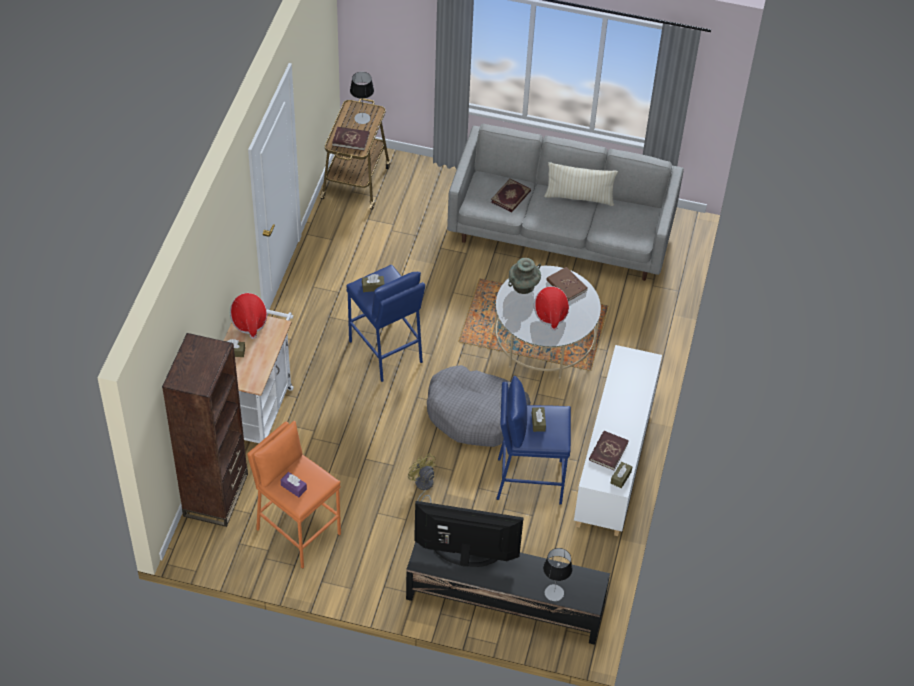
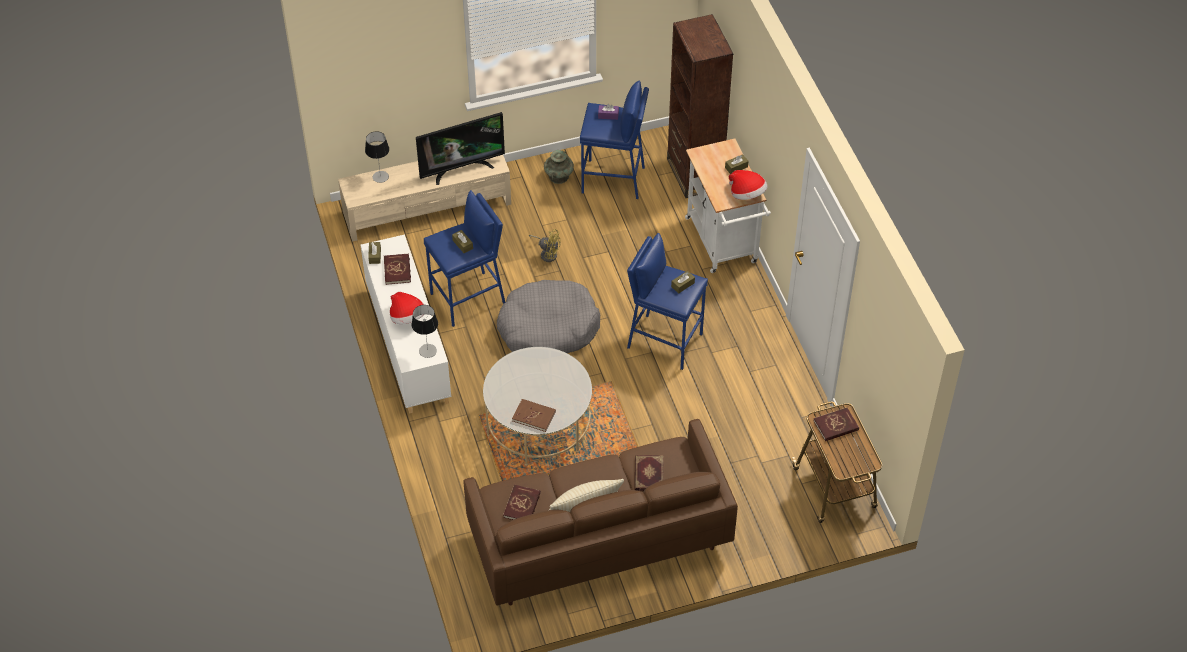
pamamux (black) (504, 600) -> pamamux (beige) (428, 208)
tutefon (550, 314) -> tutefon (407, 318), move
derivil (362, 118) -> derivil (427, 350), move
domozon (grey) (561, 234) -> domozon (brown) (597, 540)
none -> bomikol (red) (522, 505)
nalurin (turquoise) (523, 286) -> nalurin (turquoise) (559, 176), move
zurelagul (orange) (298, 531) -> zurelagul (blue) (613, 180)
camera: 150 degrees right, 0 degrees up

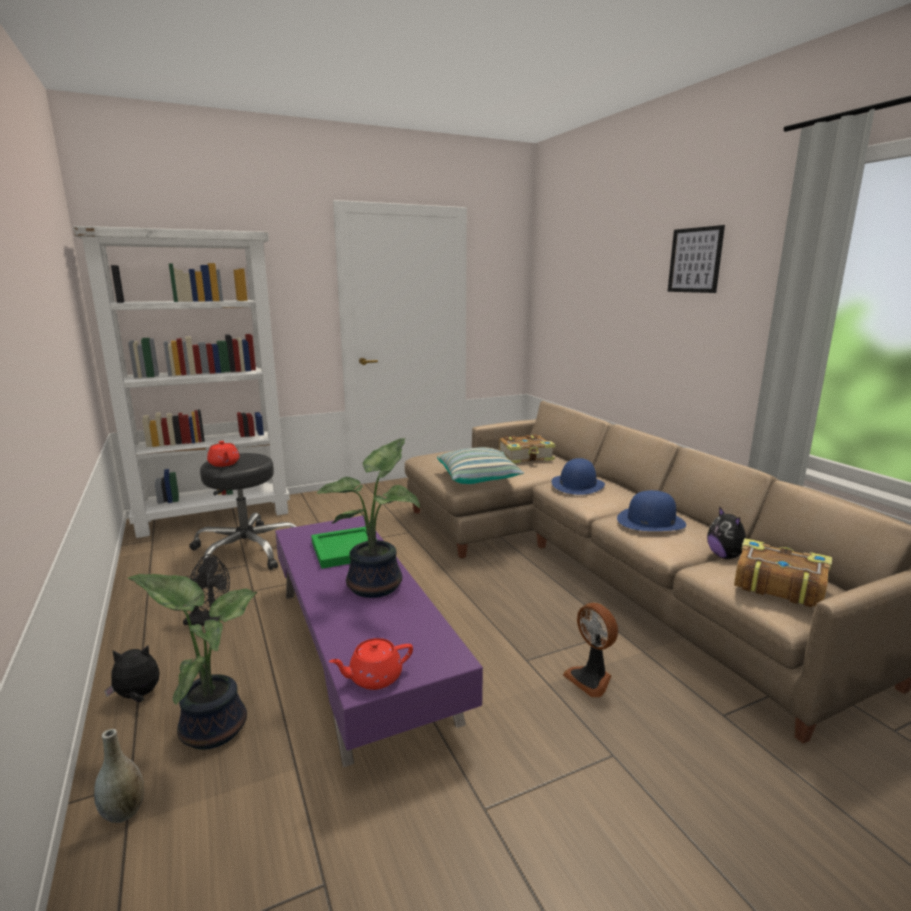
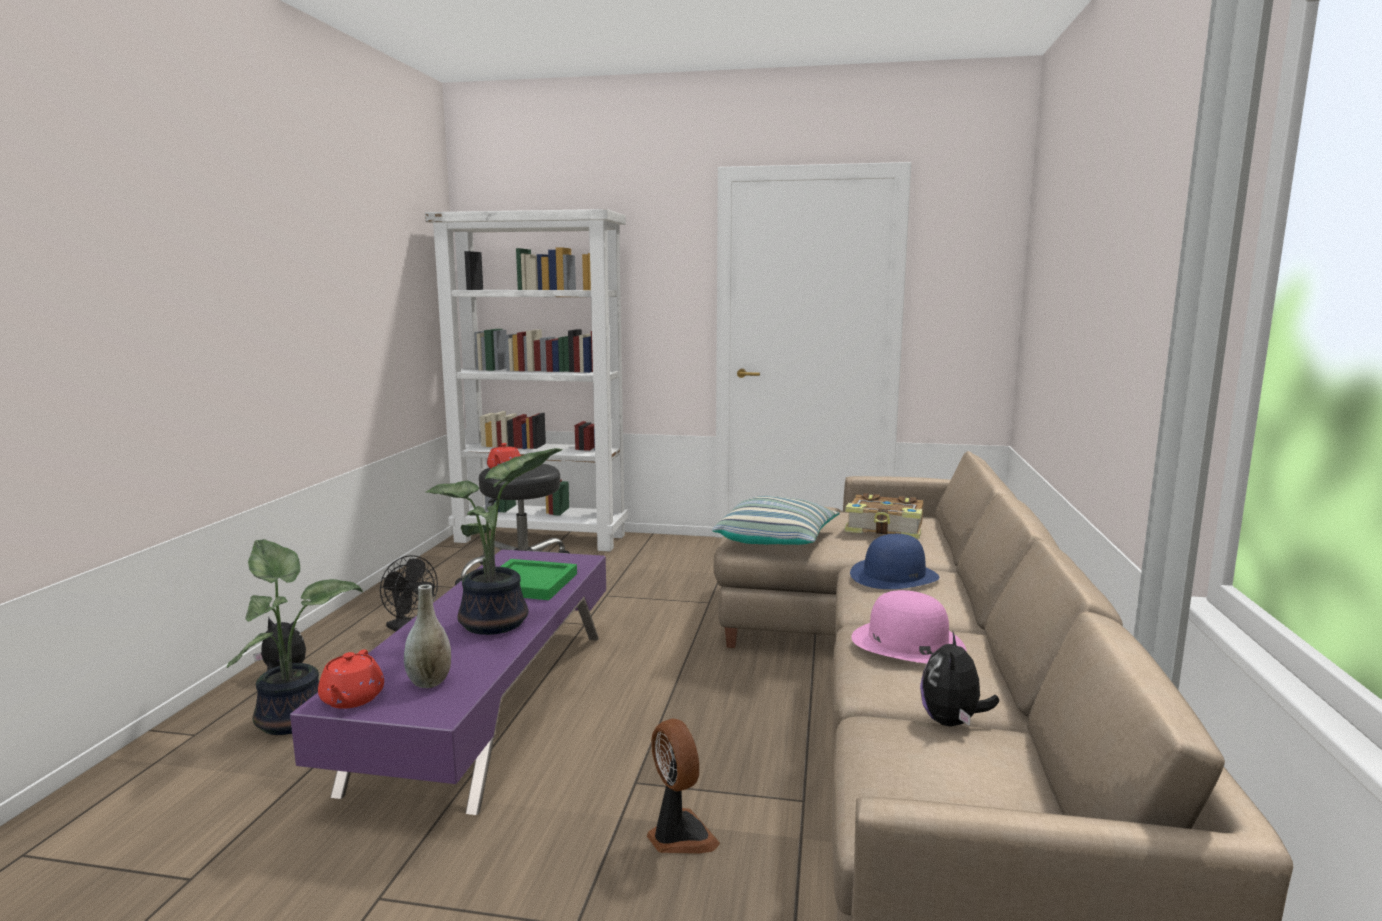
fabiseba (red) (374, 678) -> fabiseba (red) (351, 699), 105 degrees counterclockwise
nalurin (grey) (124, 812) -> nalurin (grey) (429, 682), move
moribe (591, 679) -> moribe (678, 836), 150 degrees clockwise
tutefon (blue) (650, 521) -> tutefon (pink) (907, 643)
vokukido (695, 260) -> none
bomikol (777, 584) -> none
camera: 35 degrees right, 5 degrees down

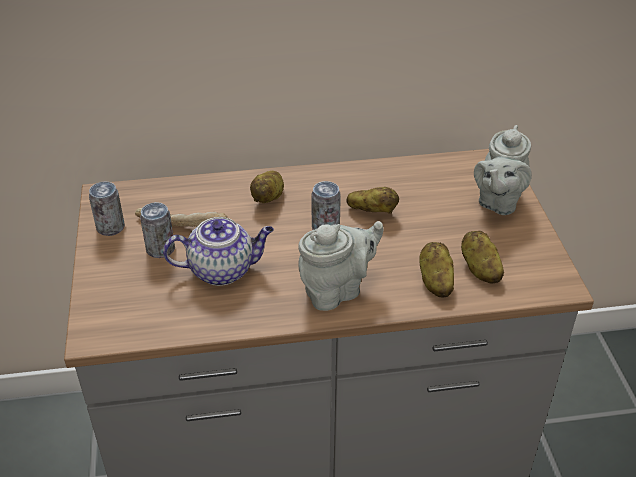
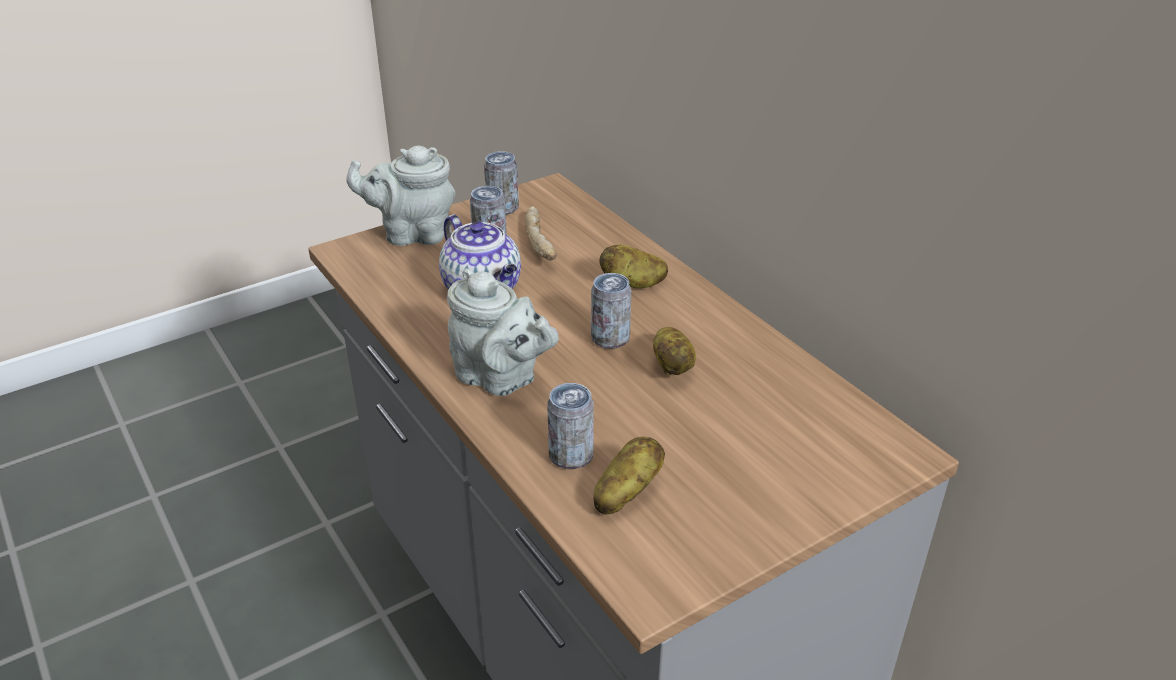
fabiseba (grey) (498, 202) -> fabiseba (grey) (412, 234), move
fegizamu (435, 281) -> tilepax (571, 456)
camera: 65 degrees right, 5 degrees down

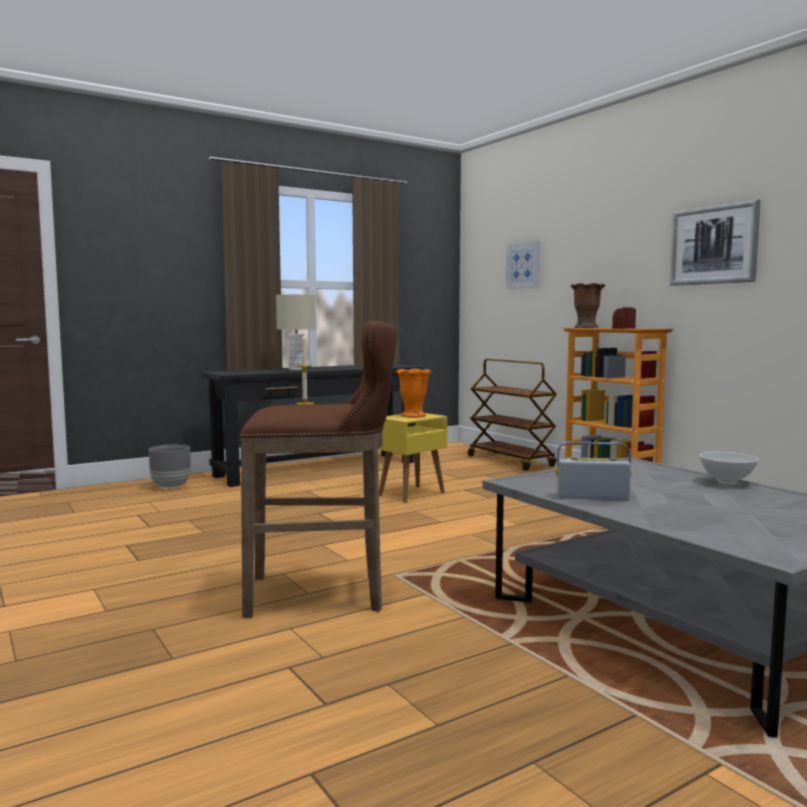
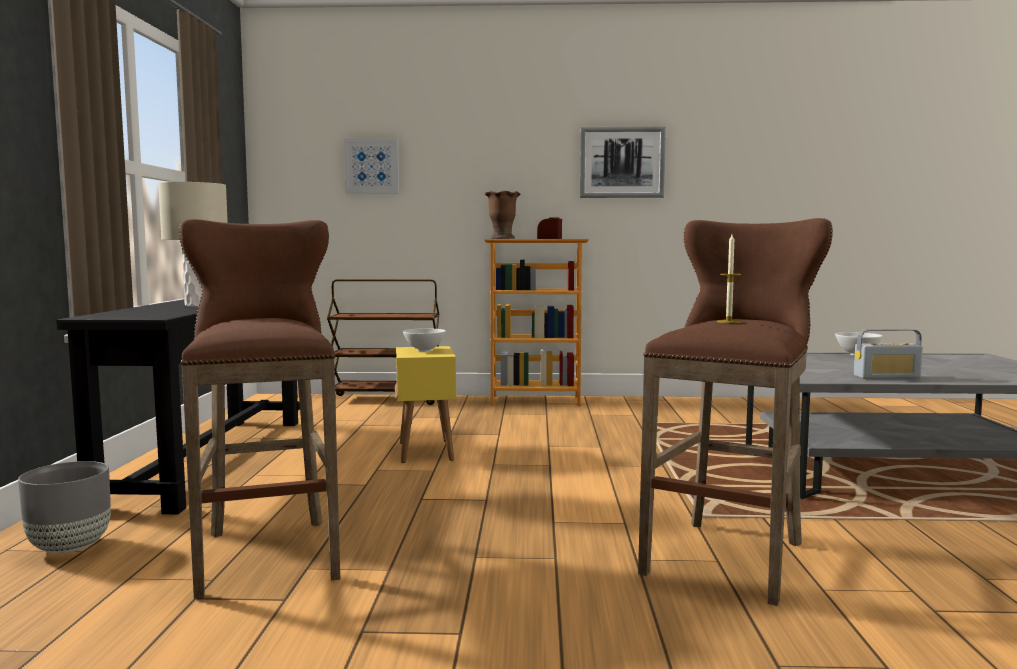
none -> zurelagul (brown) (267, 552)
nalurin (orange) (413, 416) -> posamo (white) (425, 350)
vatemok (592, 497) -> vatemok (886, 377), 135 degrees counterclockwise
camera: 55 degrees left, 0 degrees up

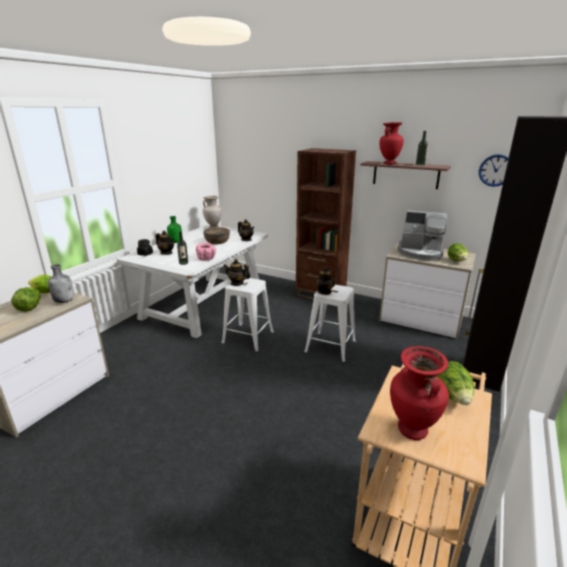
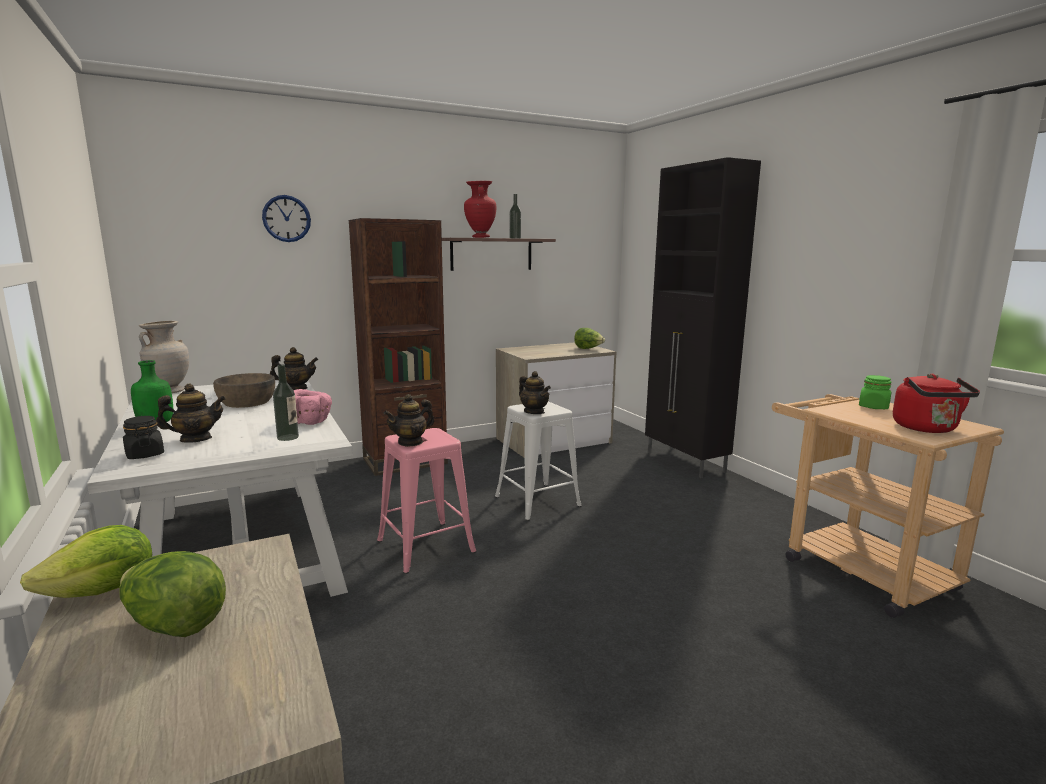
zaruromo (495, 170) -> zaruromo (286, 218), move
zurelagul (white) (248, 337) -> zurelagul (pink) (425, 546)
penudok (452, 397) -> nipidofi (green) (873, 407)
nalurin (red) (411, 430) -> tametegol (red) (927, 429)
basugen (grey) (65, 301) -> none
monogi (420, 253) -> none
camera: 55 degrees left, 10 degrees down

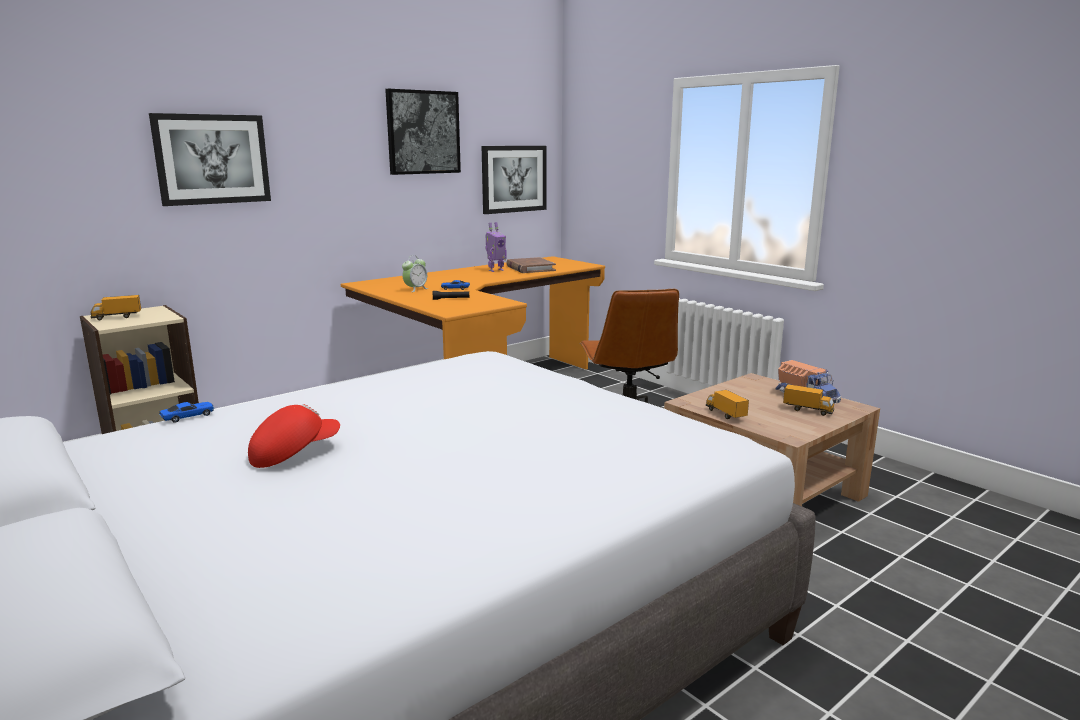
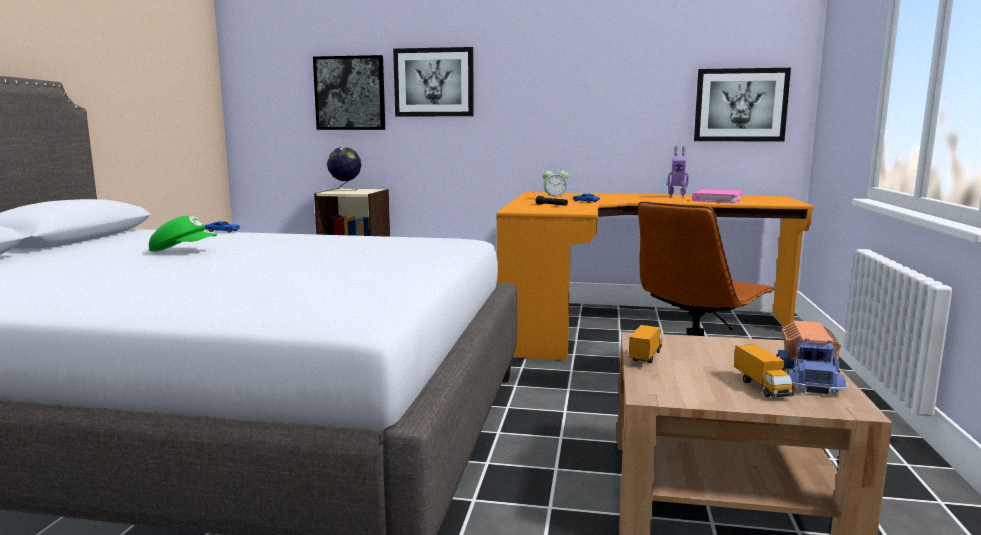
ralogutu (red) (294, 454) -> ralogutu (green) (184, 251)
vokukido (423, 132) -> vokukido (350, 93), move
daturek (117, 317) -> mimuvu (345, 190)
bomikol (brown) (530, 268) -> bomikol (pink) (717, 199)
camera: 50 degrees right, 5 degrees down

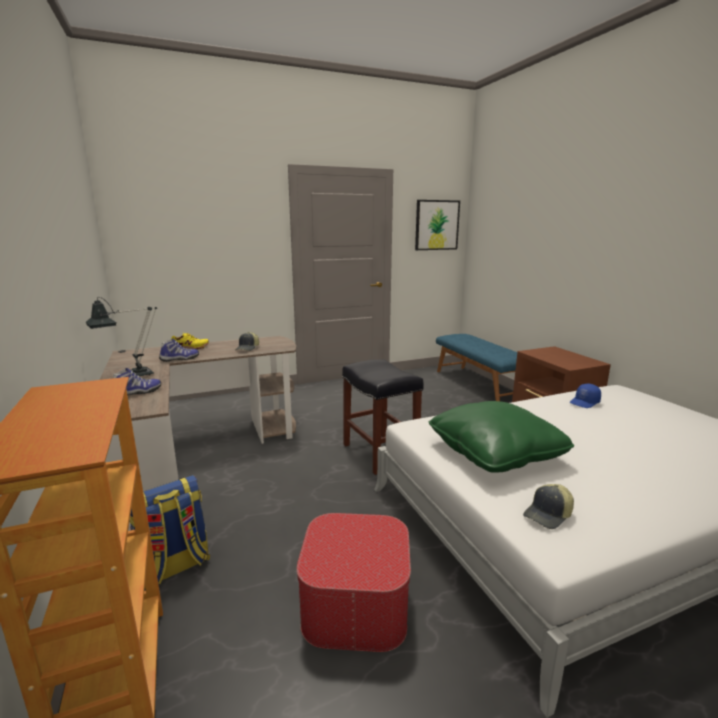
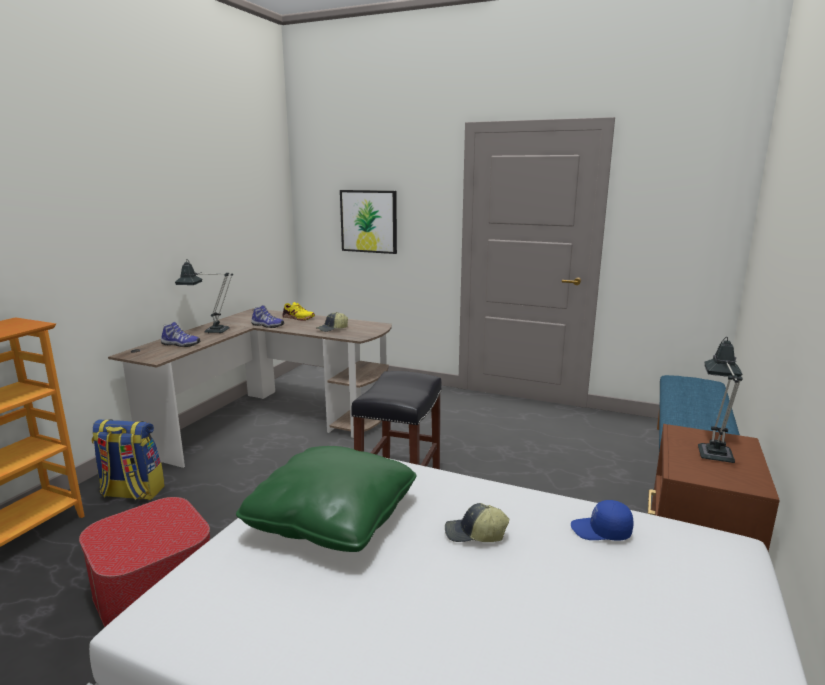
vokukido (436, 225) -> vokukido (369, 221), move
ralogutu (549, 515) -> ralogutu (475, 534), move
none -> derivil (714, 451)
camera: 45 degrees right, 0 degrees up

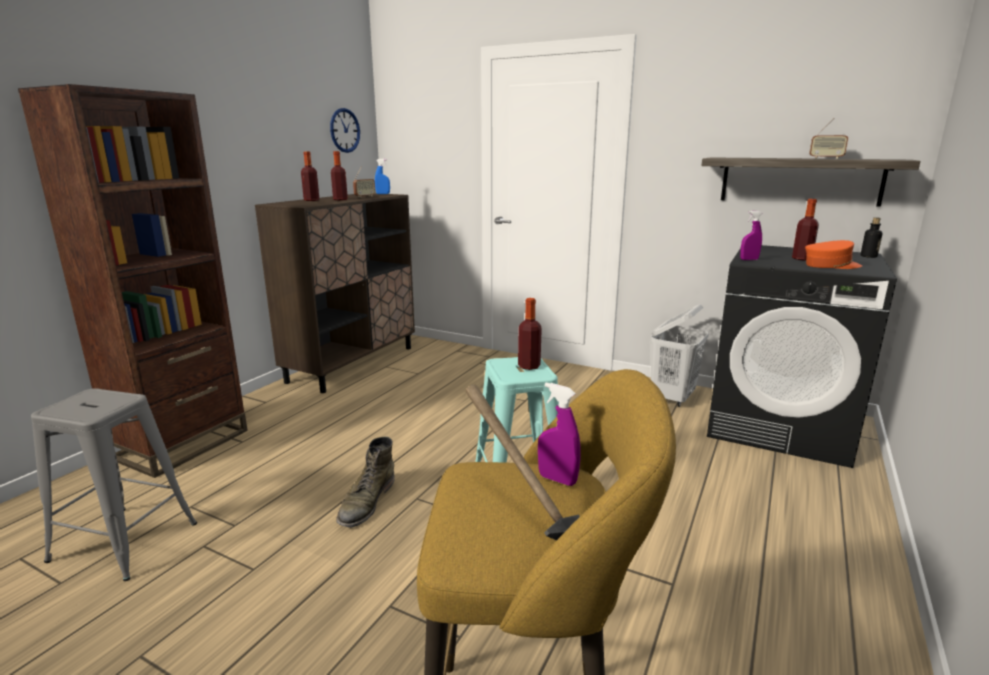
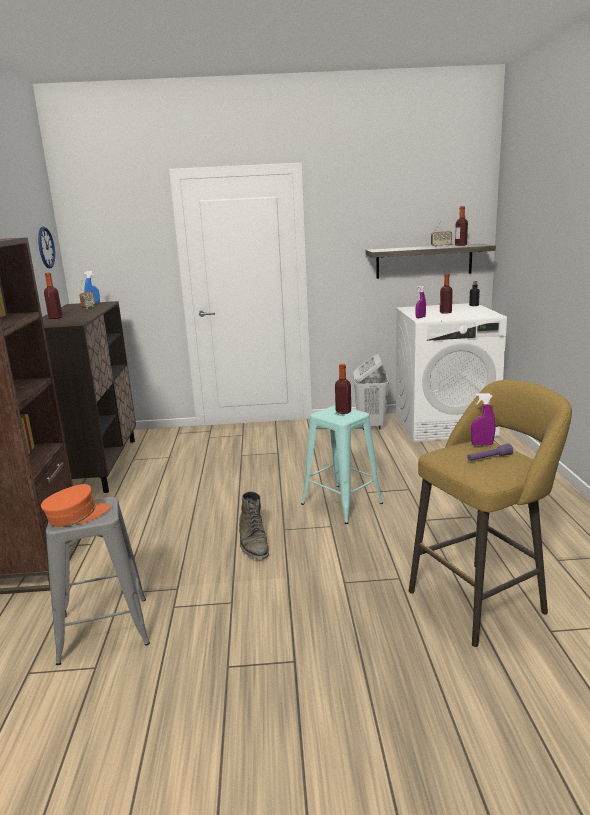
ralogutu (orange) (831, 265) -> ralogutu (orange) (77, 515), move
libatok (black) (780, 426) -> libatok (white) (445, 425)
basugen (340, 199) -> basugen (460, 245), move
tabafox (519, 511) -> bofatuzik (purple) (489, 458)
camera: 30 degrees left, 0 degrees up

